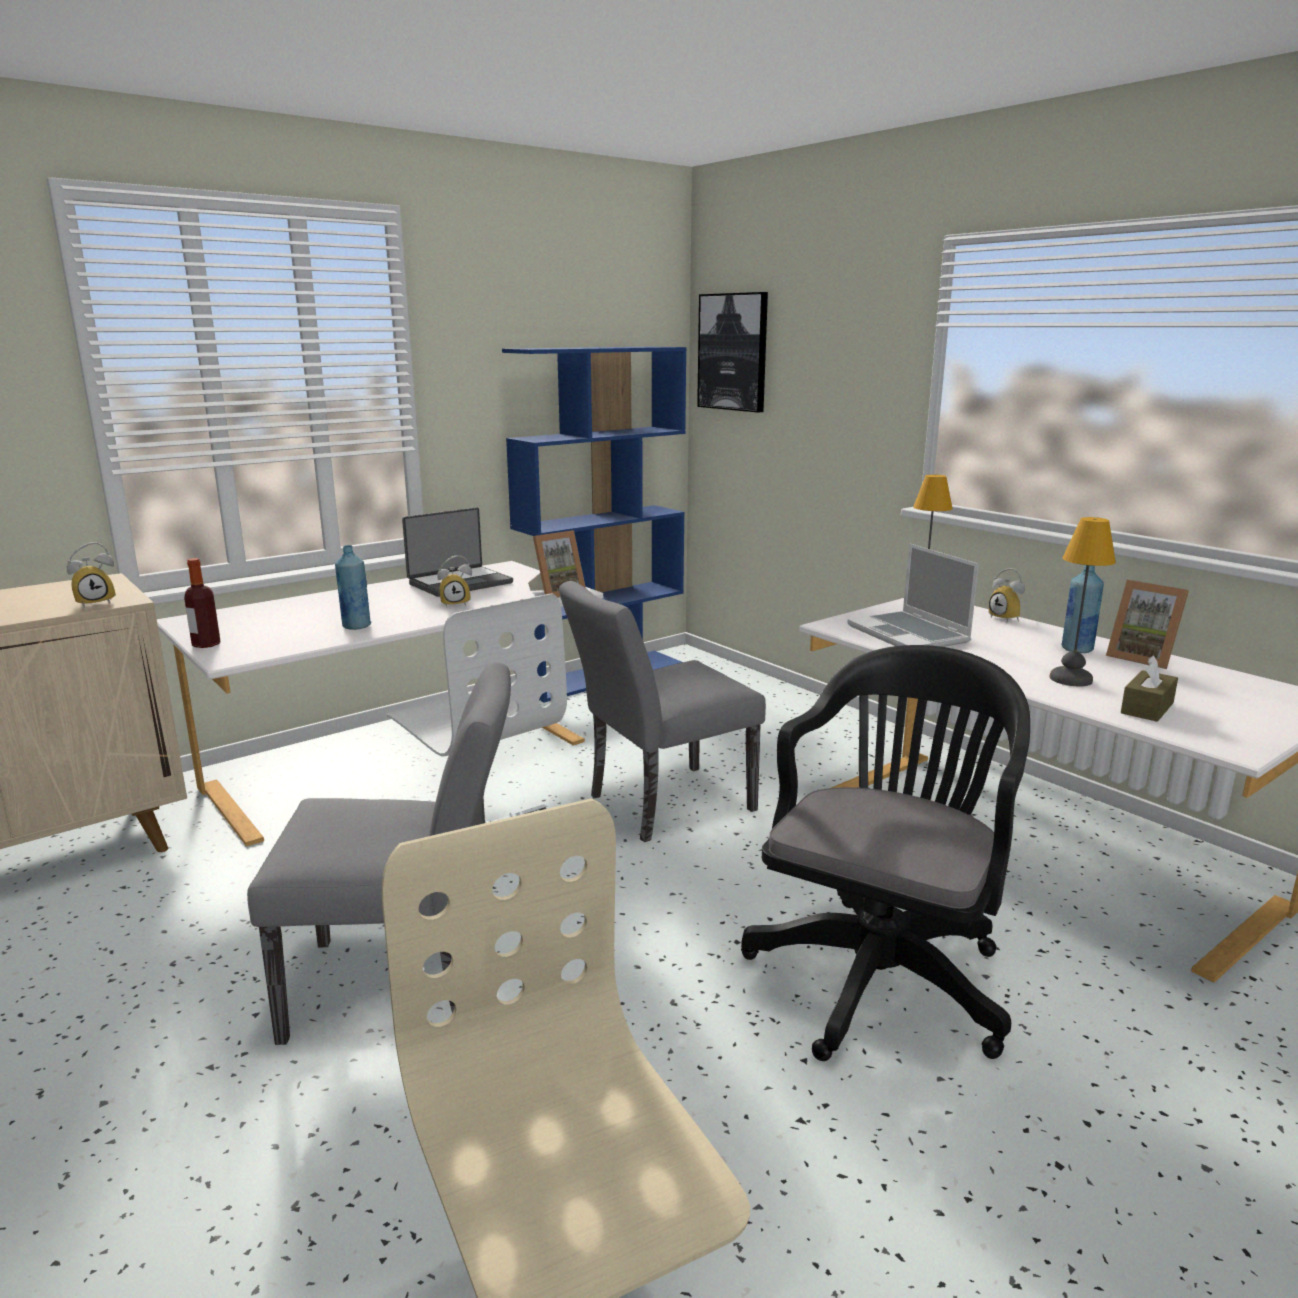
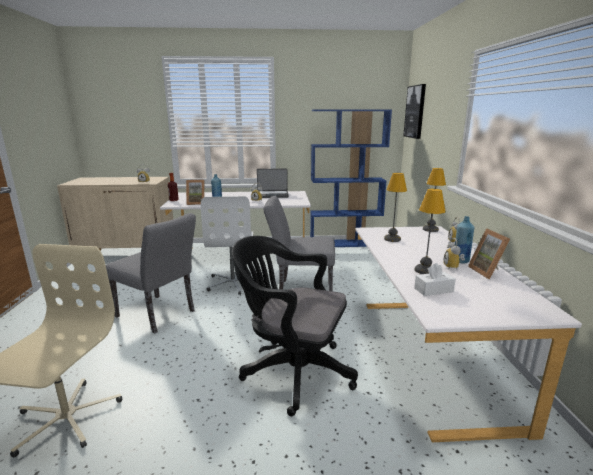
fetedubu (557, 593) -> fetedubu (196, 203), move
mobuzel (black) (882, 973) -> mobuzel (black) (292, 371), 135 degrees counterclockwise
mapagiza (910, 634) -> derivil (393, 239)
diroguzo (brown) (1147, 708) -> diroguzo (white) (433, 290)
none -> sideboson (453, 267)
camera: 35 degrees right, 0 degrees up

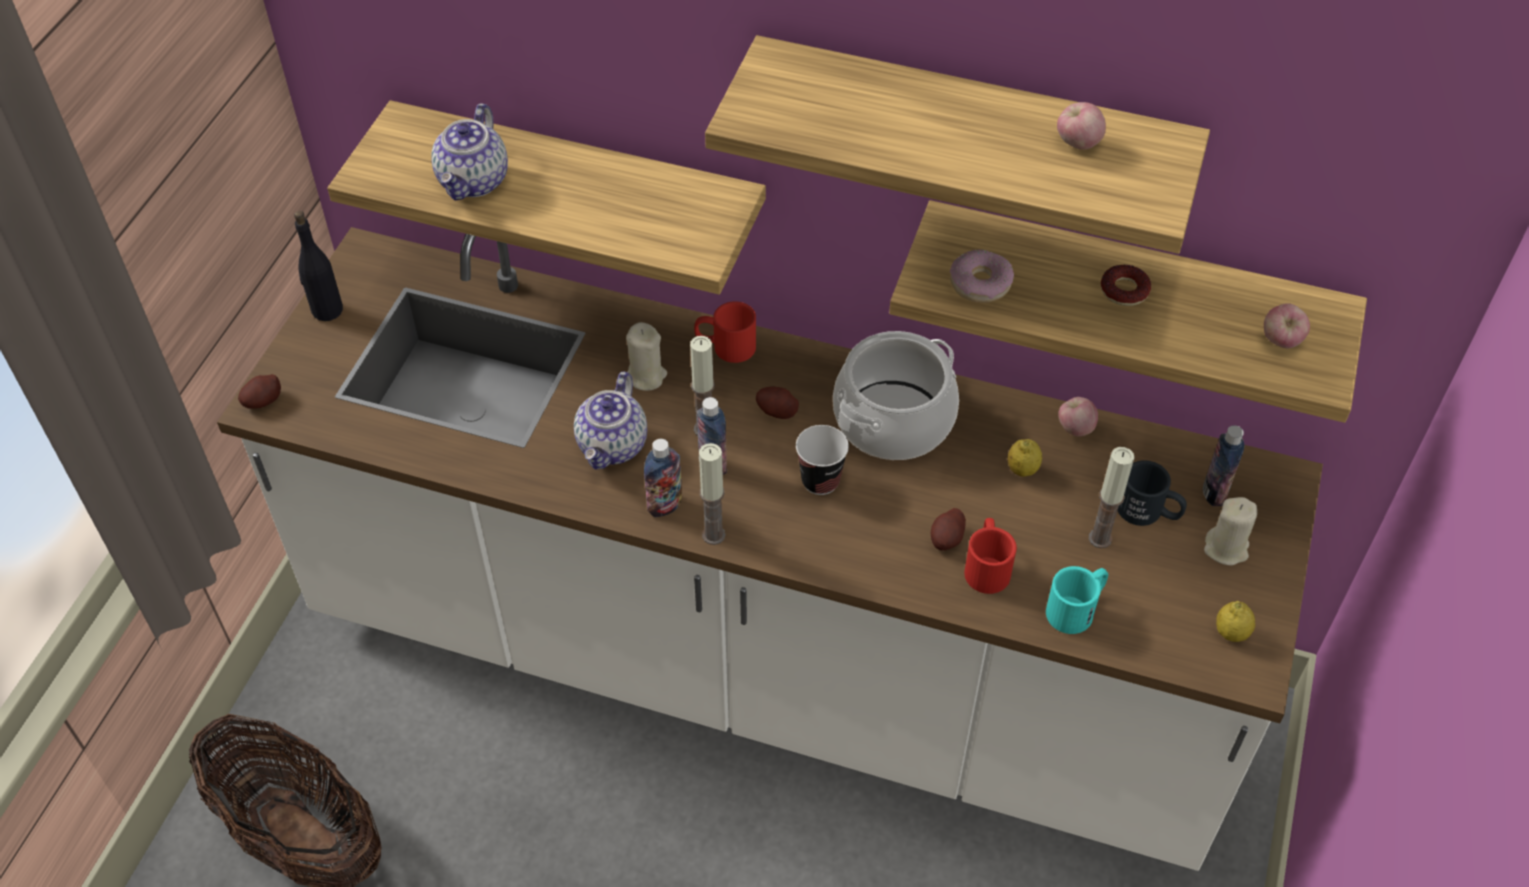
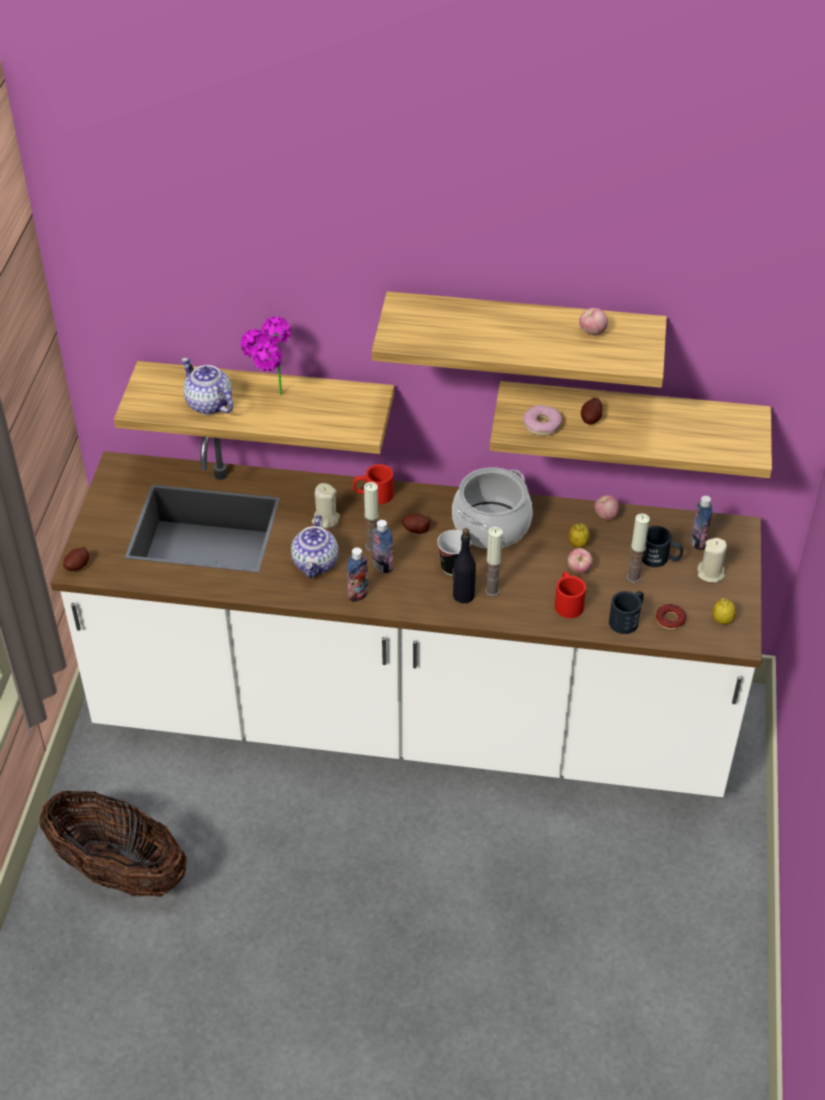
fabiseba (474, 181) -> fabiseba (208, 404), 135 degrees clockwise
none -> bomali (270, 398)
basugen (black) (327, 310) -> basugen (black) (463, 595), move
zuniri (713, 535) -> zuniri (492, 591), move
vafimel (1280, 341) -> vafimel (579, 569), move
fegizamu (946, 539) -> fegizamu (591, 419), move
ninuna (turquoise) (1077, 608) -> ninuna (black) (627, 619)
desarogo (1124, 290) -> desarogo (670, 620), move
camera: 10 degrees left, 5 degrees down

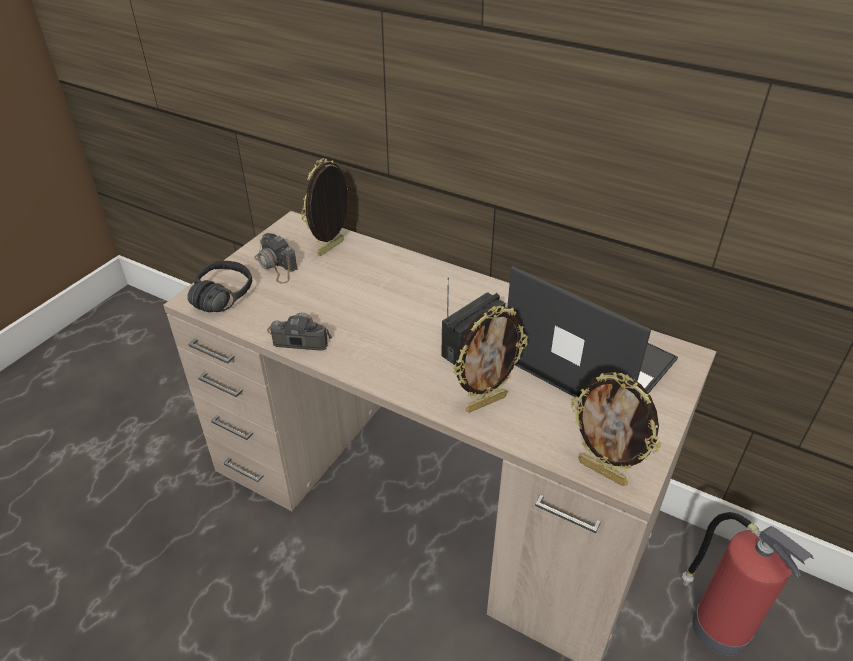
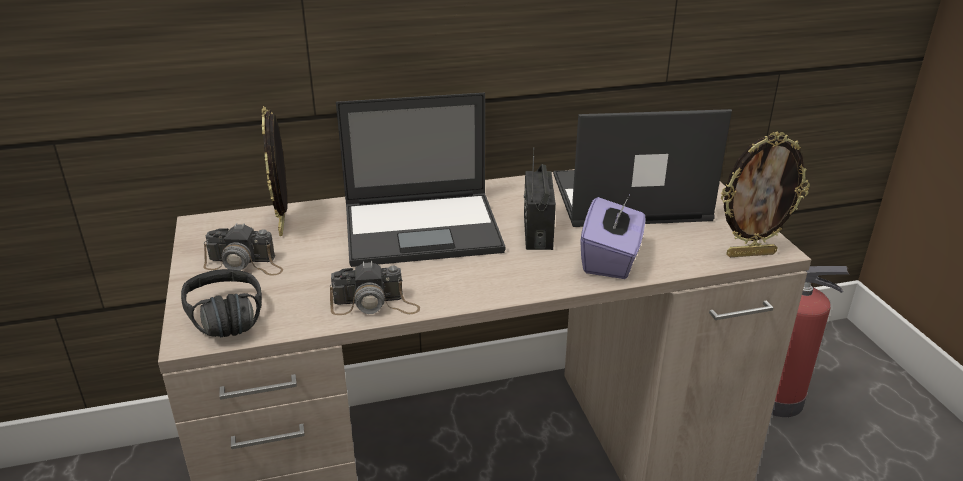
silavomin (297, 337) -> silavomin (375, 305), 150 degrees counterclockwise
none -> mapagiza (424, 228)
fetedubu (485, 402) -> diroguzo (purple) (611, 259)
camera: 45 degrees left, 10 degrees down

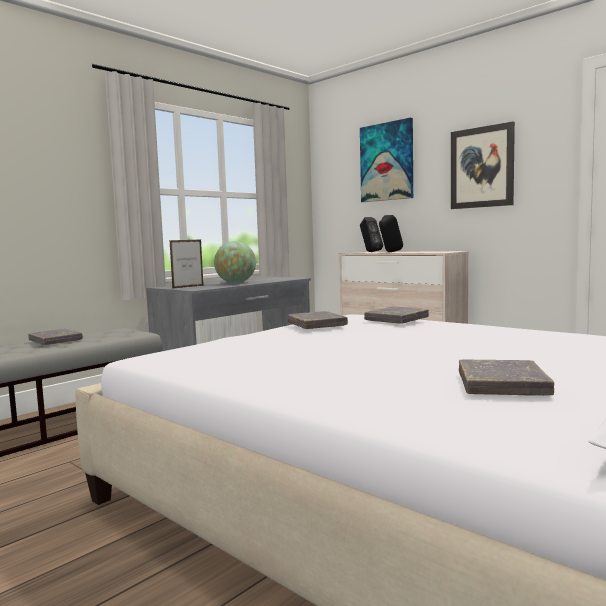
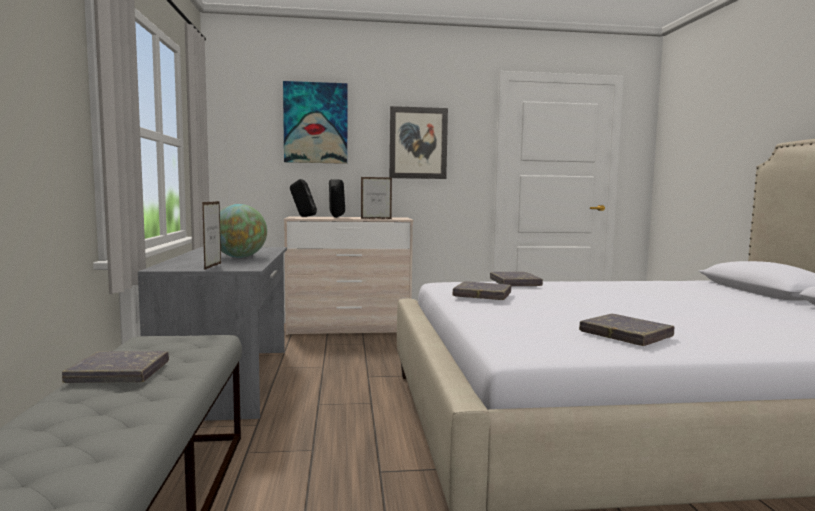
none -> fetedubu (376, 218)
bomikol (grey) (502, 384) -> bomikol (grey) (625, 335), move
camera: 50 degrees left, 0 degrees up

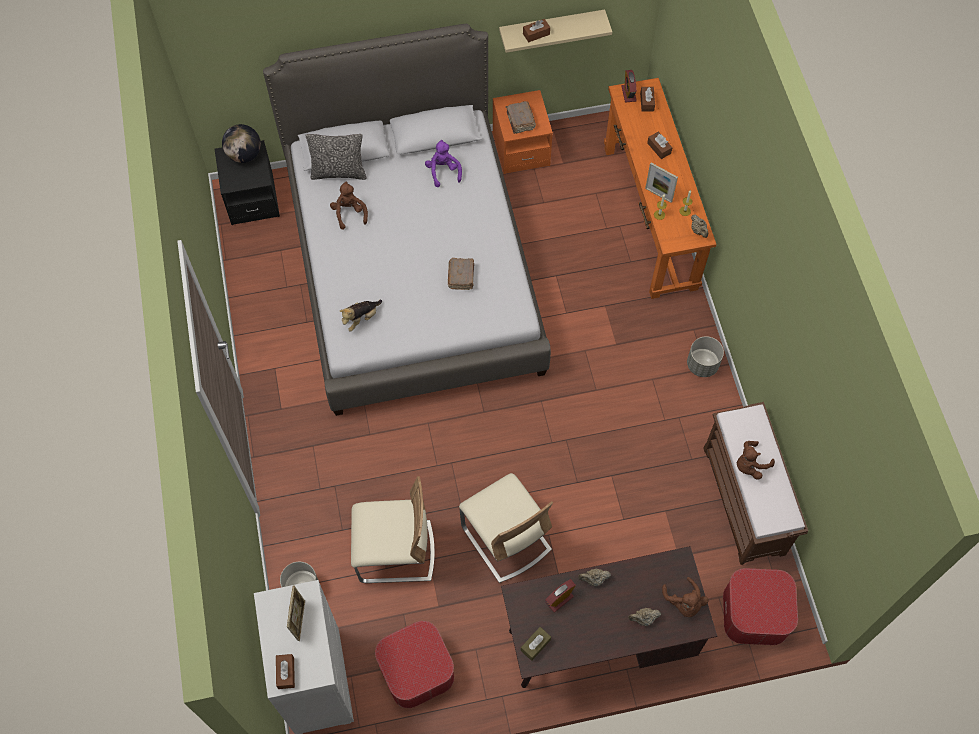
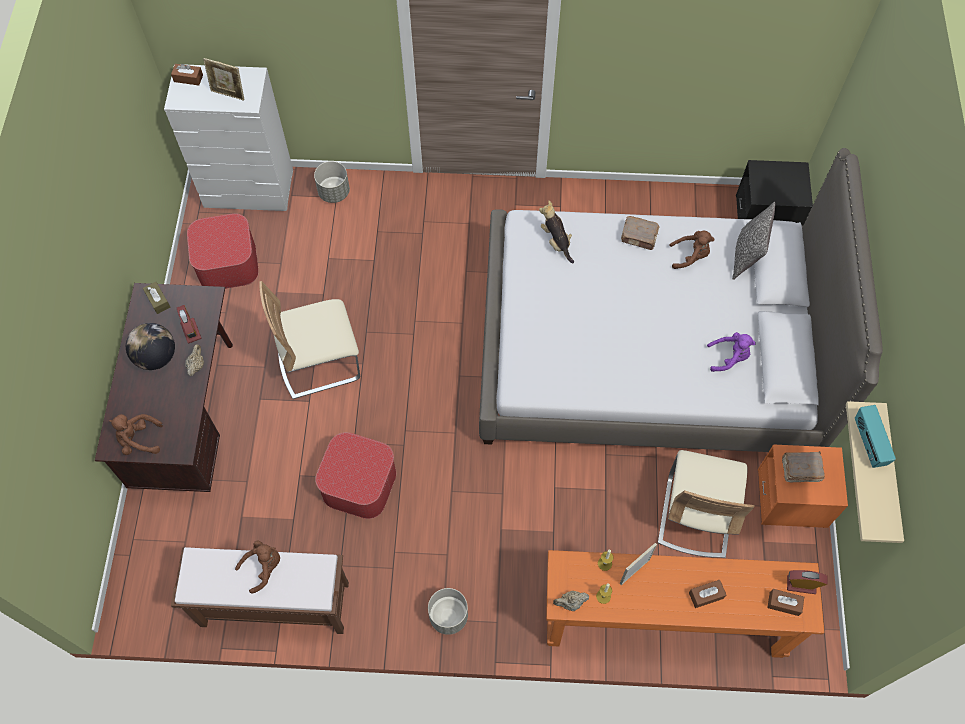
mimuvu (244, 155) -> mimuvu (156, 357), move
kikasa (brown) (750, 465) -> kikasa (brown) (263, 567), 75 degrees clockwise
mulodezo (755, 613) -> mulodezo (359, 483), move
bomikol (brown) (461, 276) -> bomikol (brown) (639, 237), move
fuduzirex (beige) (395, 552) -> fuduzirex (beige) (696, 515), move
diroguzo (brown) (536, 34) -> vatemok (868, 443)
fabiseba (beige) (643, 619) -> none
camera: 105 degrees right, 0 degrees up

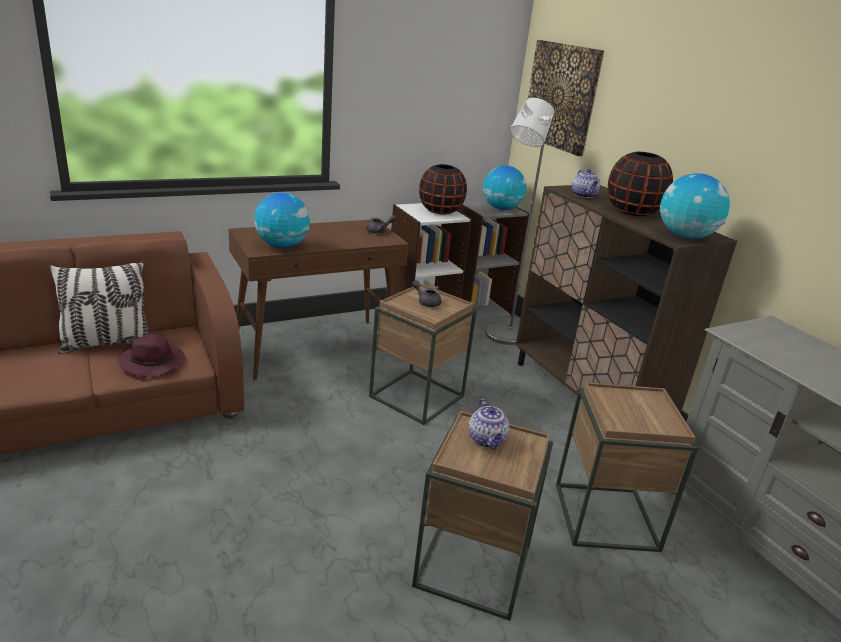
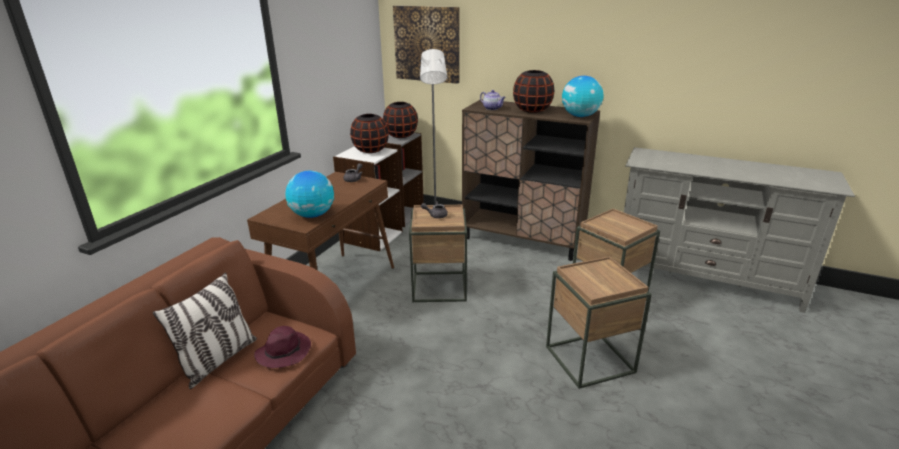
mimuvu (501, 208) -> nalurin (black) (401, 135)
fabiseba (487, 440) -> none
camera: 35 degrees left, 0 degrees up

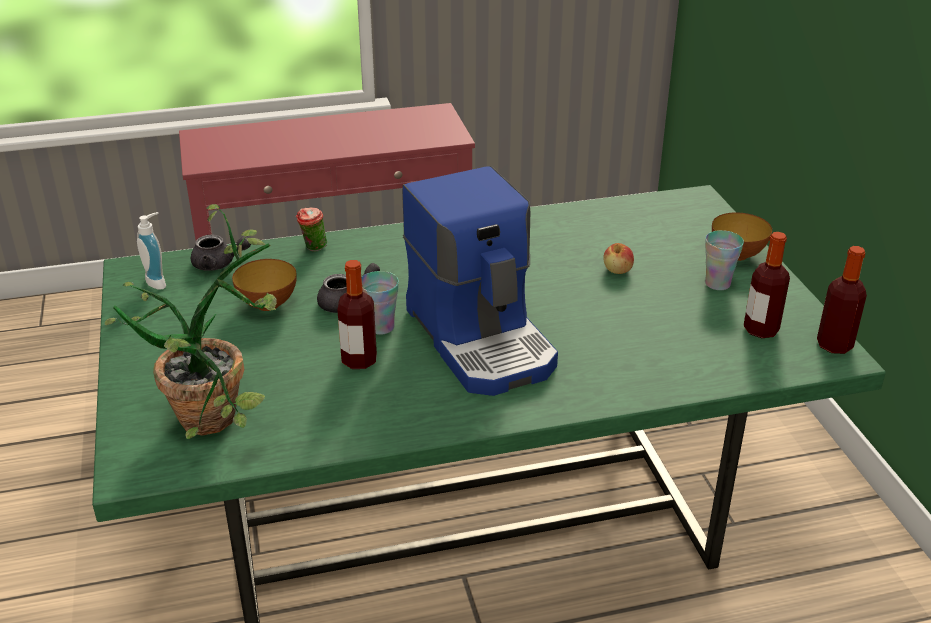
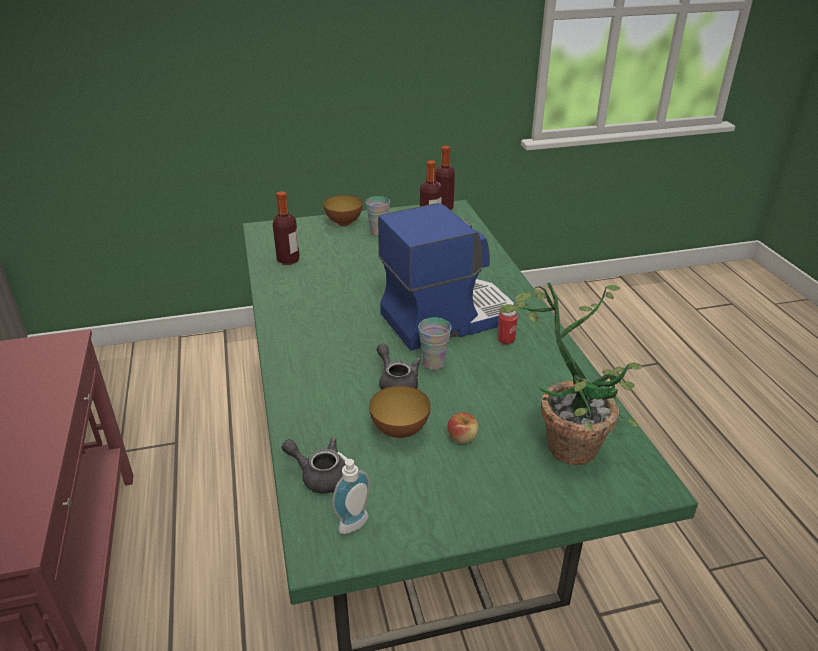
basugen (359, 360) -> basugen (288, 260), move
fabiseba (grey) (219, 264) -> fabiseba (grey) (319, 475), 75 degrees counterclockwise
vafimel (617, 270) -> vafimel (462, 437), move
none -> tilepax (505, 340)
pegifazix (313, 248) -> none
camera: 90 degrees left, 0 degrees up

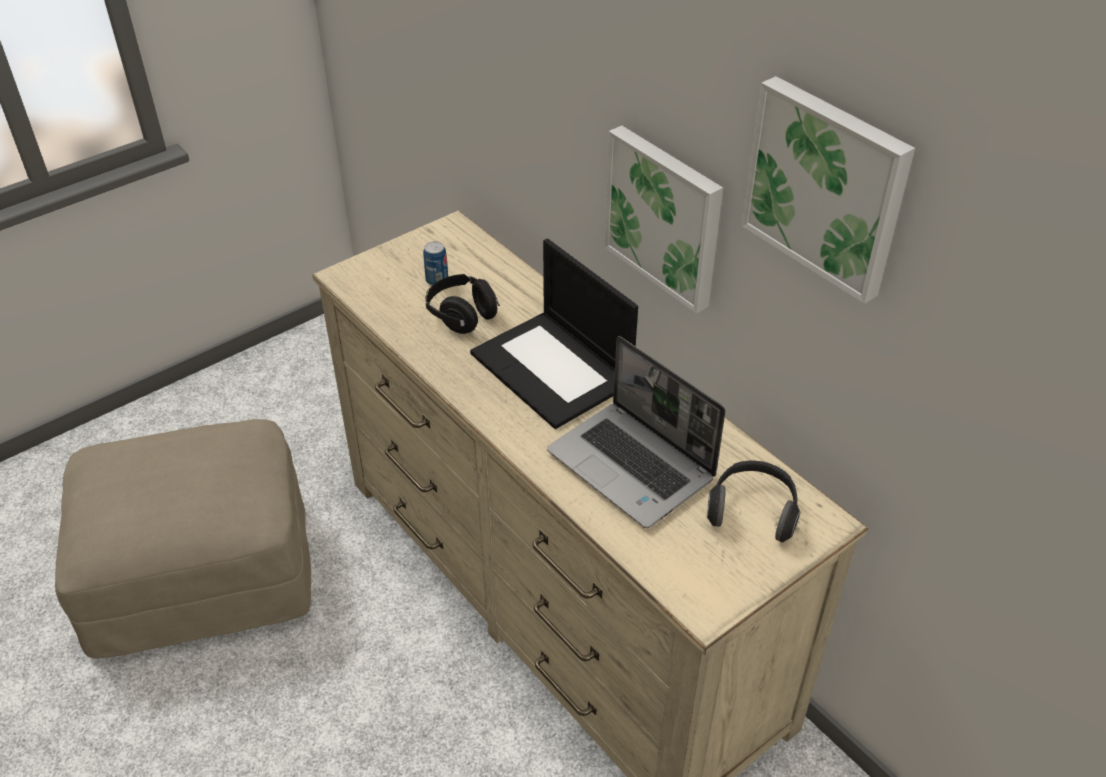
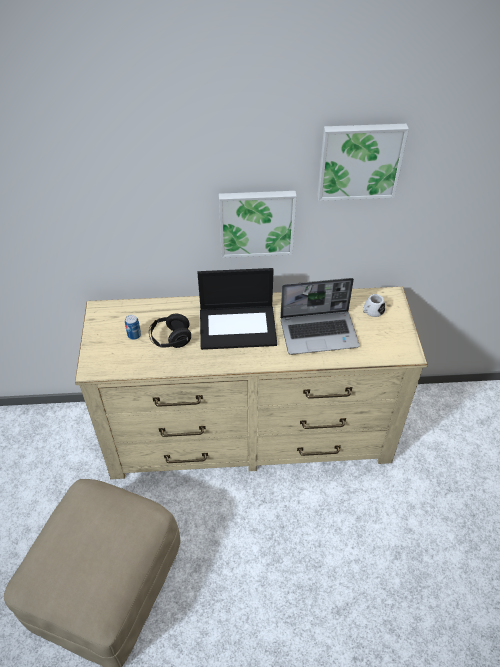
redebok (753, 511) -> ninuna (white) (371, 311)
camera: 55 degrees left, 5 degrees up

